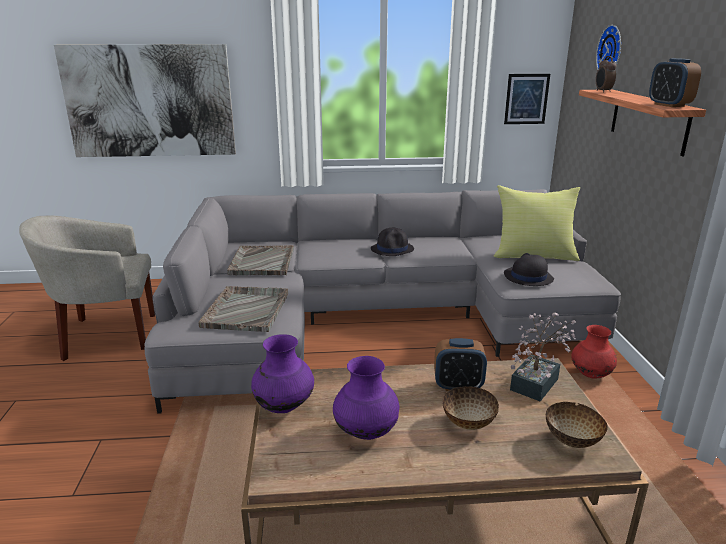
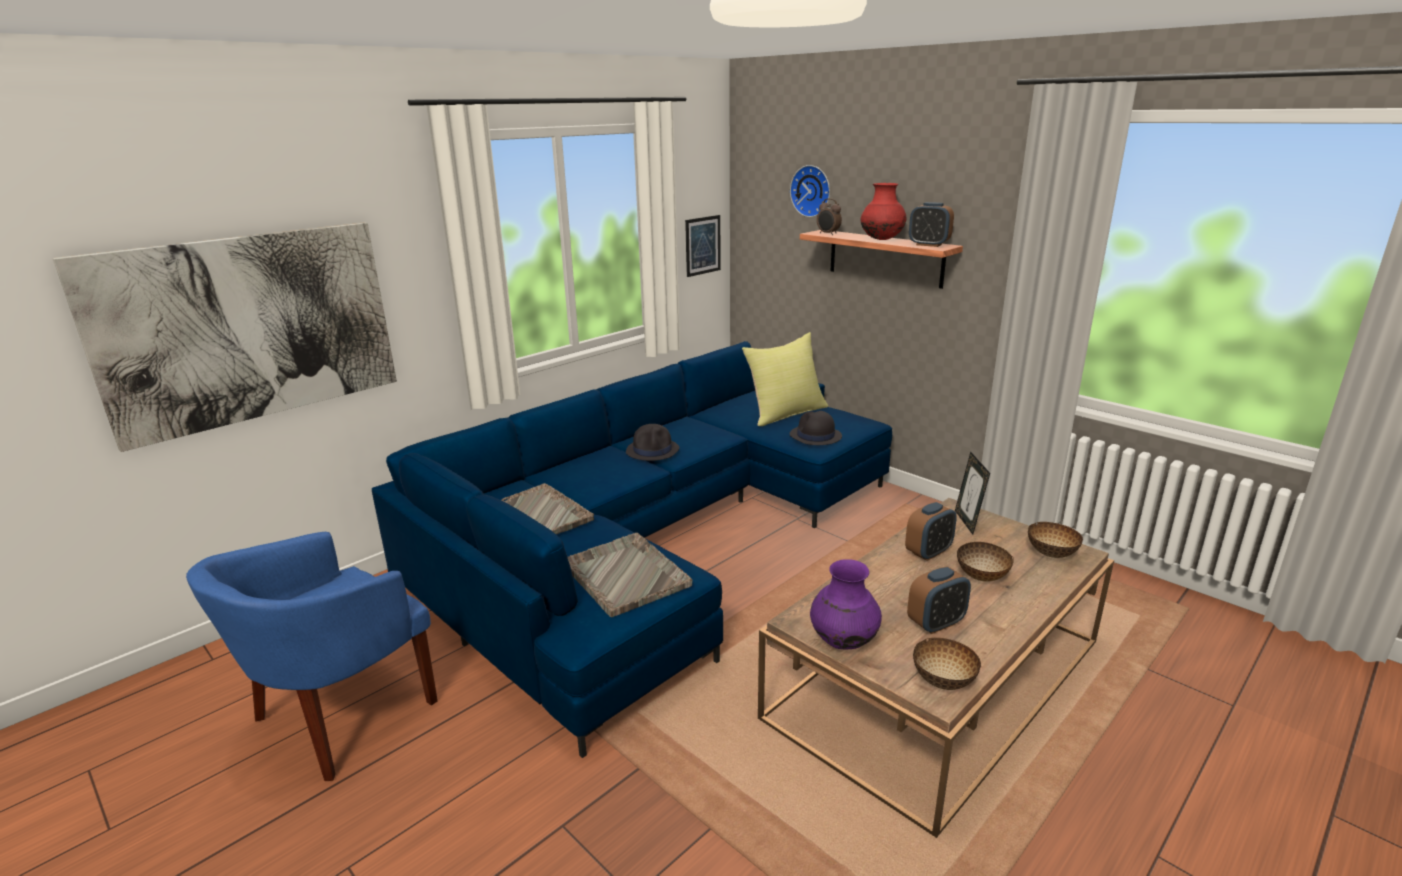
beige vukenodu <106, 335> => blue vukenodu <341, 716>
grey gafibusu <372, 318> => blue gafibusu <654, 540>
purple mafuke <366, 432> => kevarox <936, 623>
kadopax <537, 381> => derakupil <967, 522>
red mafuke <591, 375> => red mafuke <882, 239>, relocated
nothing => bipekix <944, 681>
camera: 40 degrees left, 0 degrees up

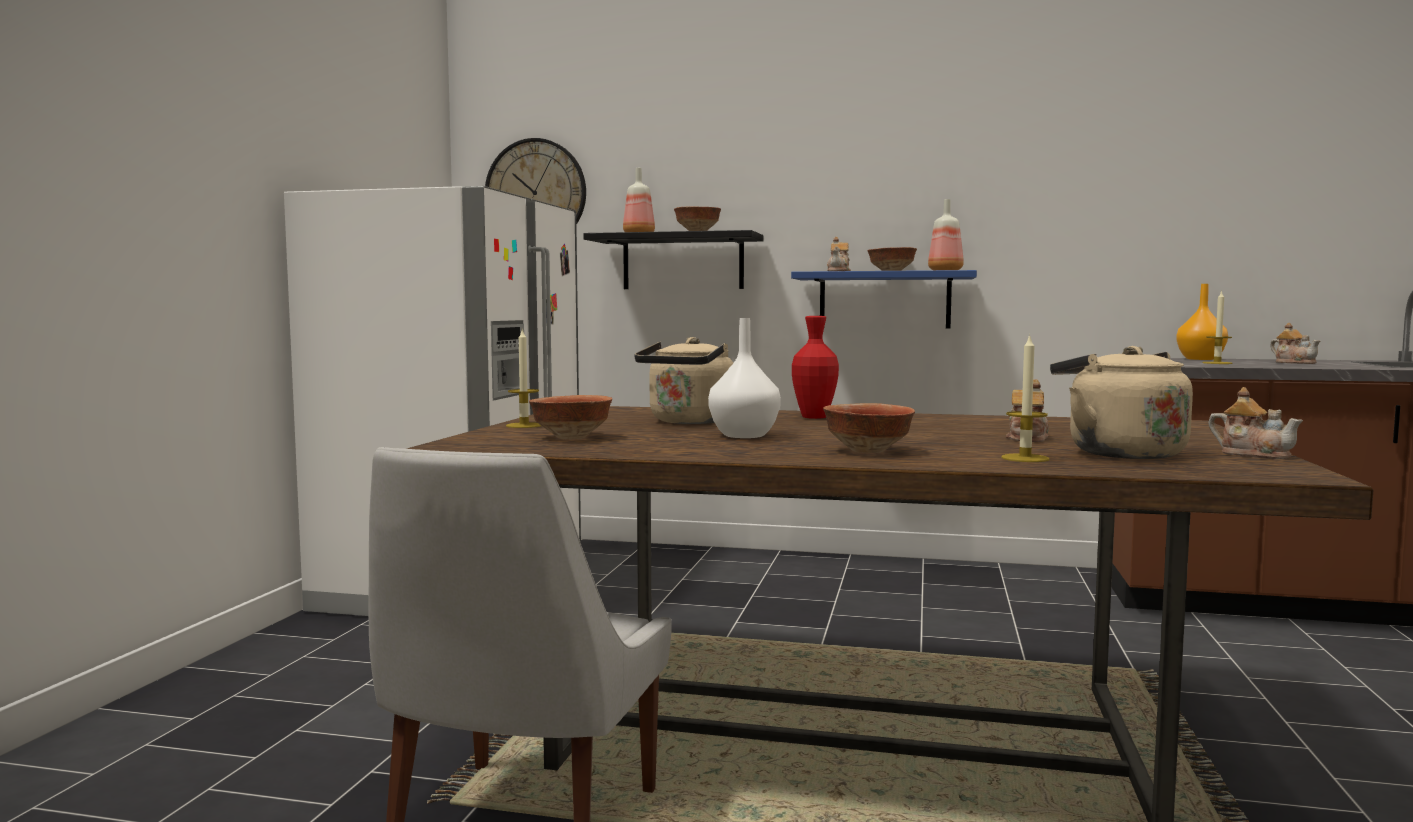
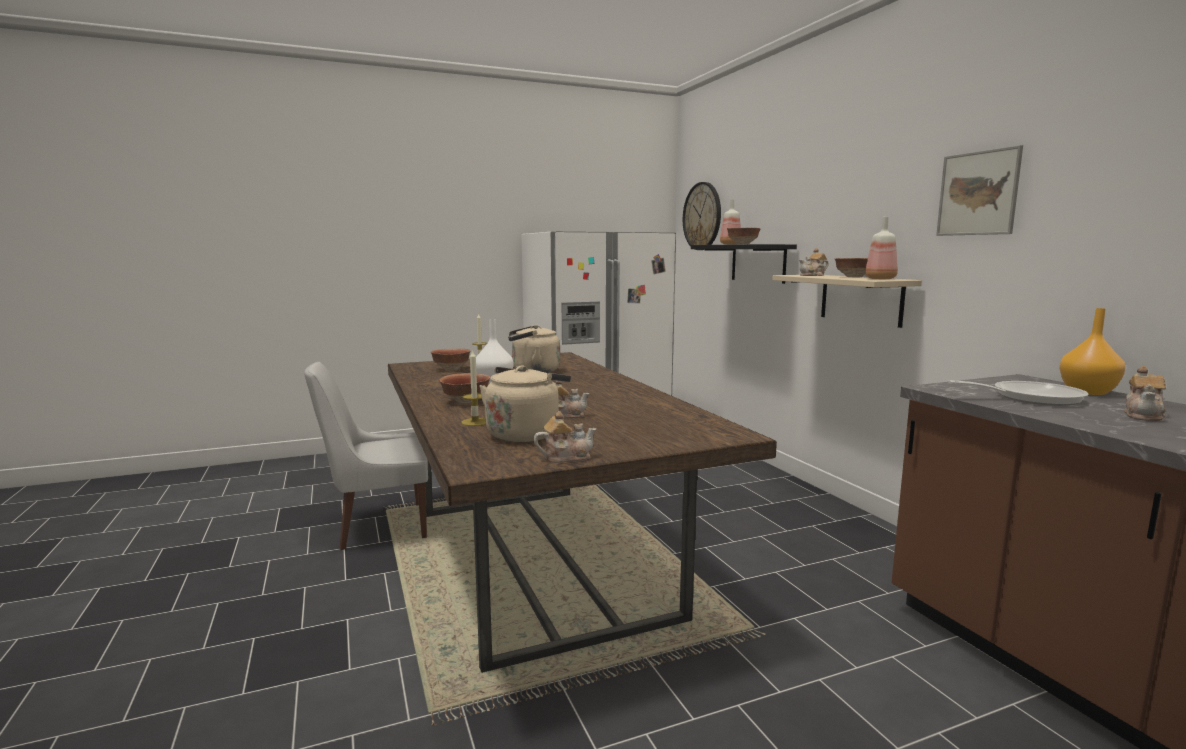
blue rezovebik <884, 300> => beige rezovebik <861, 299>
red mafuke <814, 417> => nothing
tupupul <1217, 363> => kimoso <1029, 398>
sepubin <1253, 454> => sepubin <565, 457>, 120 degrees counterclockwise
nothing => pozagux <978, 193>
camera: 55 degrees right, 5 degrees up

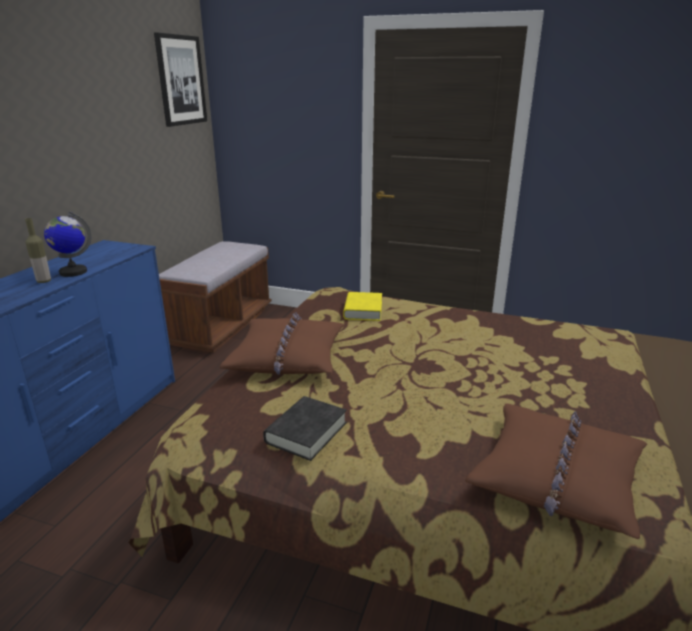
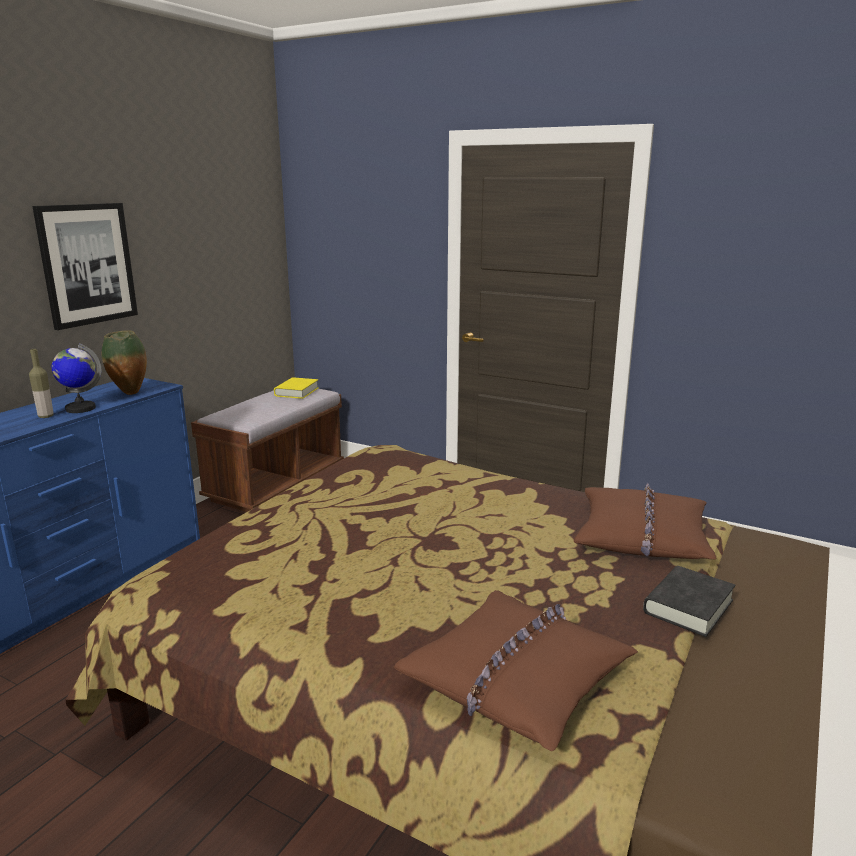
pozagux <181, 80> => pozagux <87, 264>, relocated
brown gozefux <287, 357> => brown gozefux <642, 536>, relocated
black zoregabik <306, 432> => black zoregabik <688, 606>, relocated
yellow zoregabik <363, 310> => yellow zoregabik <296, 392>, relocated
nothing => mafuke <130, 394>
camera: 10 degrees right, 5 degrees down

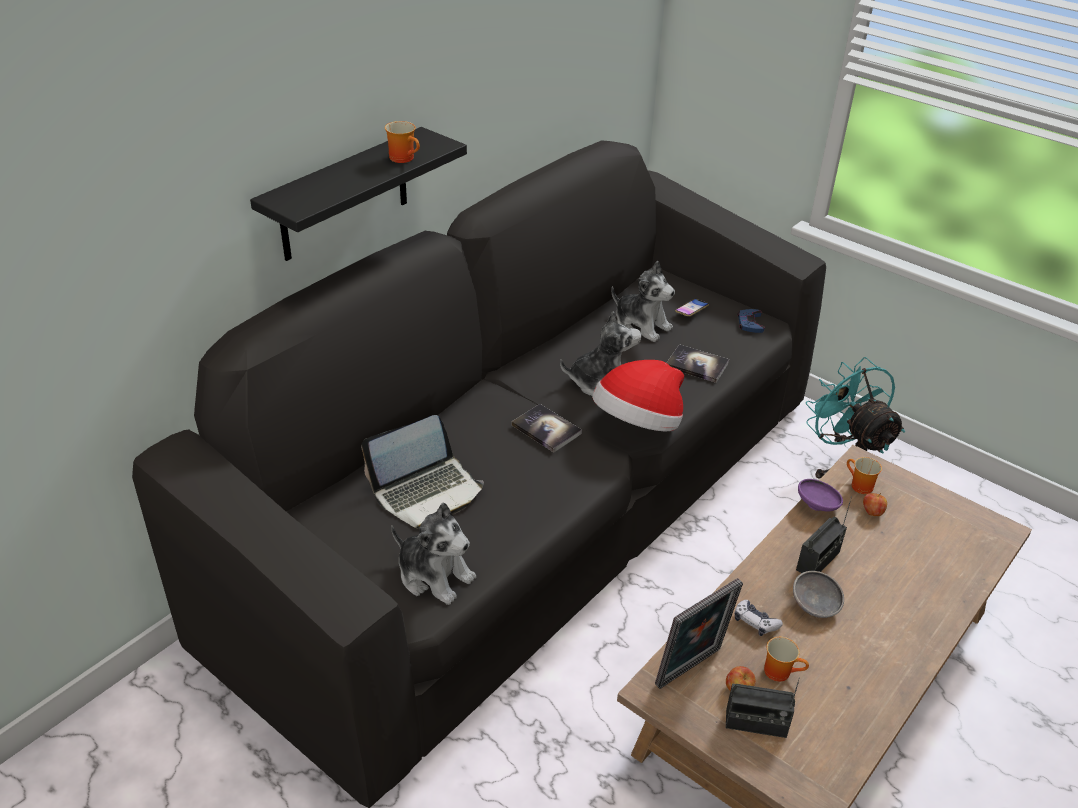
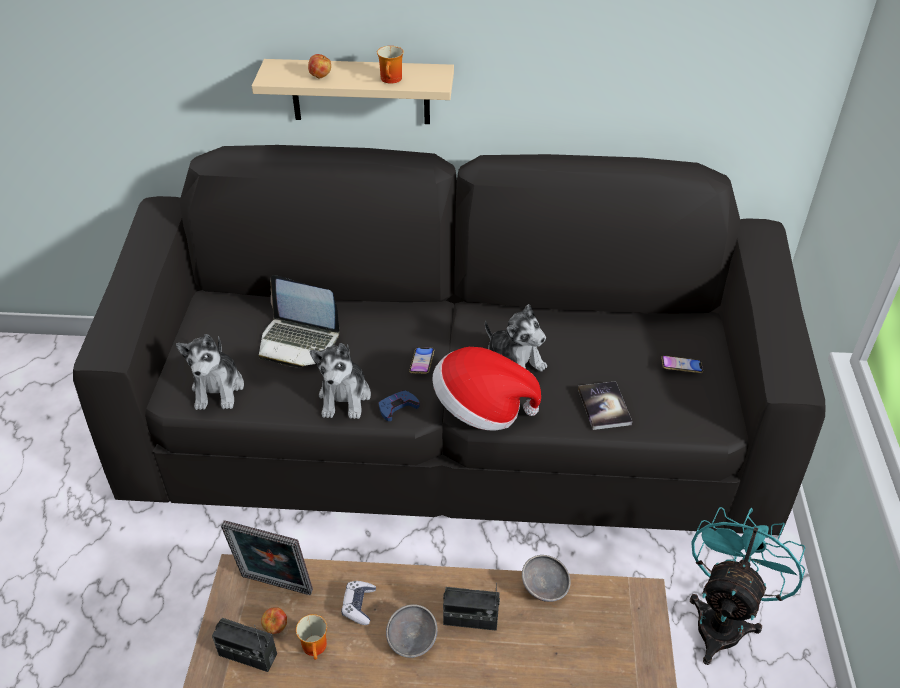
black rezovebik <344, 195> => beige rezovebik <360, 91>
zoregabik <546, 429> => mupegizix <422, 362>
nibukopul <641, 325> => nibukopul <345, 397>, relocated
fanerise <756, 724> => fanerise <247, 655>, 45 degrees counterclockwise
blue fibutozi <750, 323> => blue fibutozi <397, 407>, relocated
purple bipekix <817, 505> => grey bipekix <545, 588>
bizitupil <858, 486> => nothing
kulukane <872, 512> => kulukane <320, 76>, relocated
camera: 55 degrees right, 5 degrees up

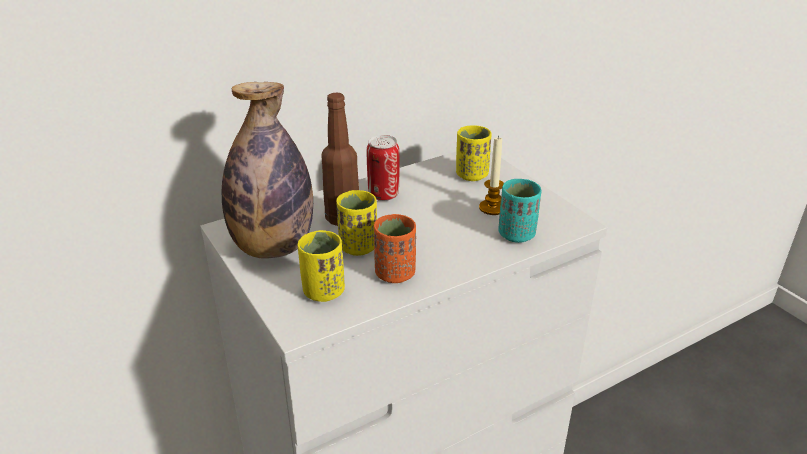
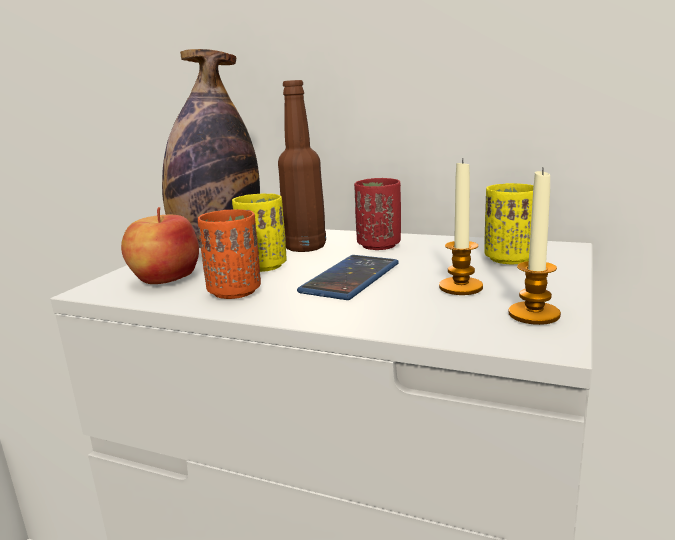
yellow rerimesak <323, 292> => kulukane <165, 279>
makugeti <383, 195> => red rerimesak <379, 245>
turquoise rerimesak <516, 234> => nothing
nothing => mupegizix <350, 278>
nothing => tupupul <534, 314>
camera: 55 degrees right, 15 degrees down

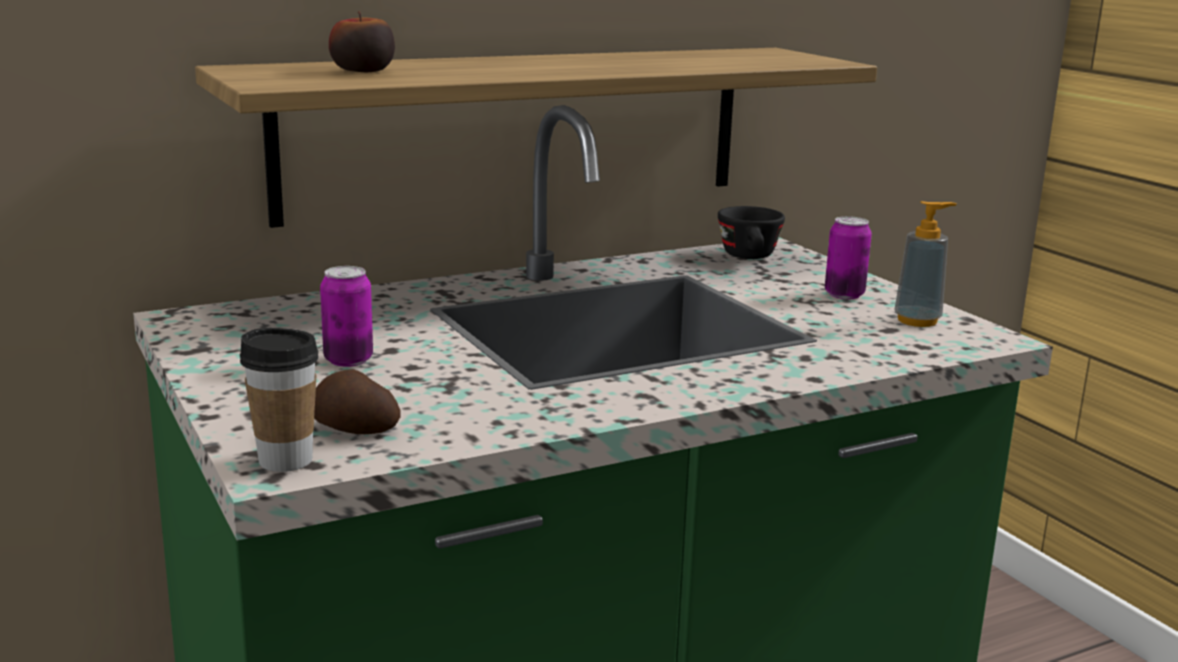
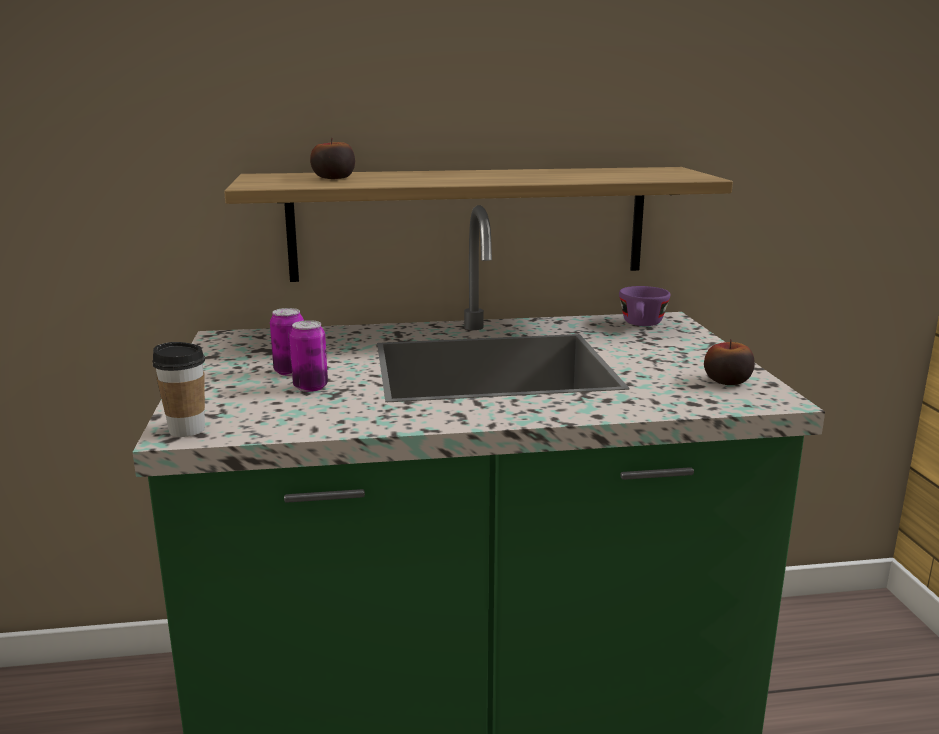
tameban <353, 430> => nothing
black rerimesak <751, 257> => purple rerimesak <642, 325>
makugeti <844, 295> => makugeti <310, 387>, relocated
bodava <917, 321> => kulukane <727, 381>
camera: 20 degrees right, 0 degrees up

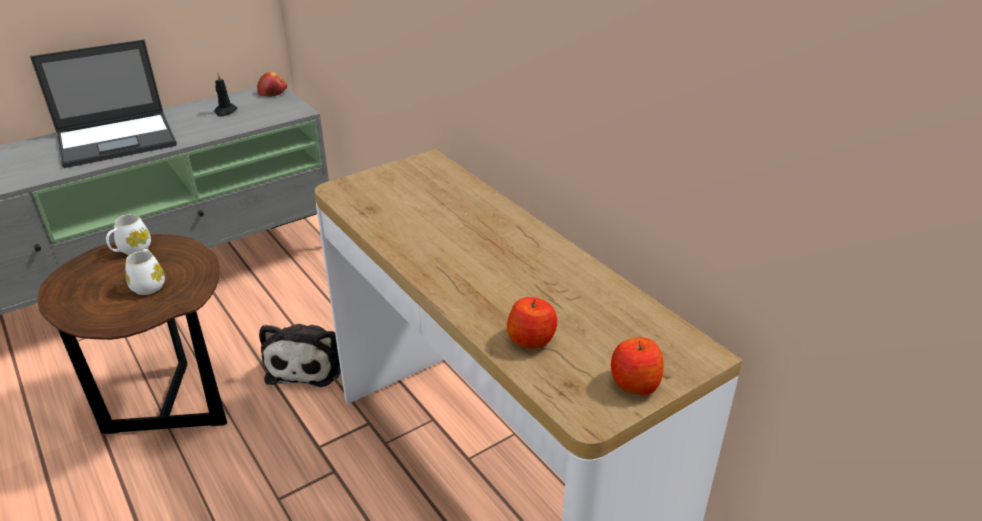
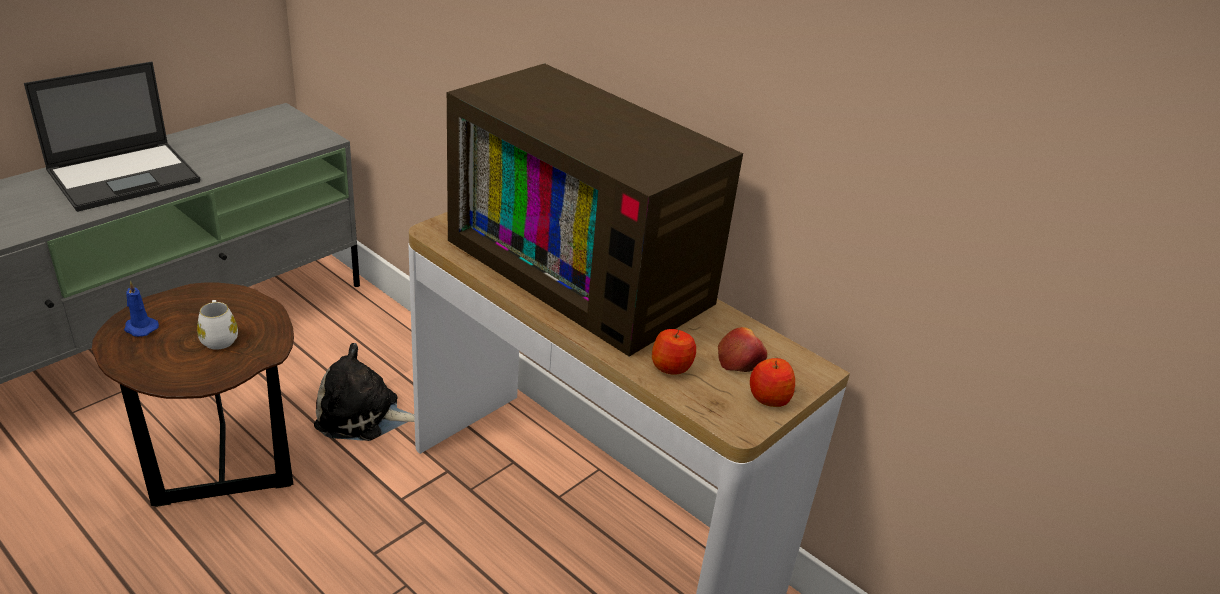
white bizitupil <131, 250> => nothing
black tupupul <225, 111> => nothing
kulukane <273, 92> => kulukane <740, 359>, relocated
nibukopul <307, 363> => nibukopul <362, 415>, 105 degrees clockwise
nothing => blue tupupul <140, 328>
nothing => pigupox <586, 270>
camera: 15 degrees left, 0 degrees up

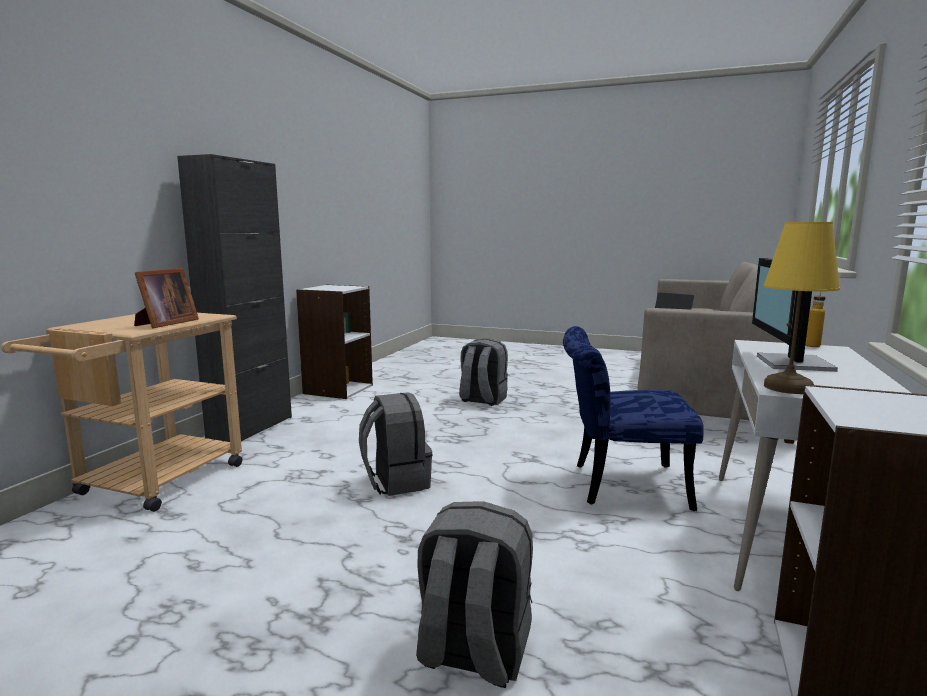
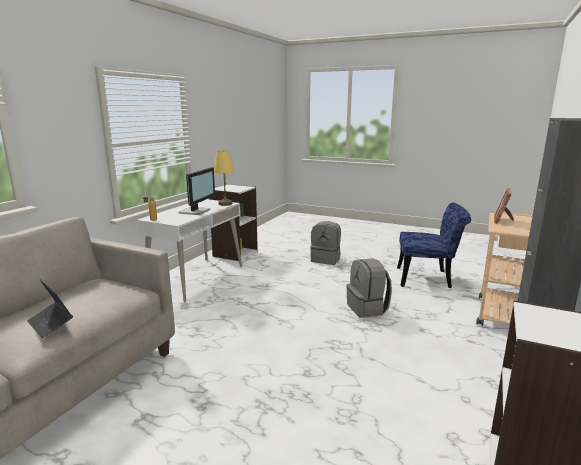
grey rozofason <482, 400> => nothing
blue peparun <618, 485> => blue peparun <429, 279>, relocated
camera: 175 degrees left, 5 degrees up

